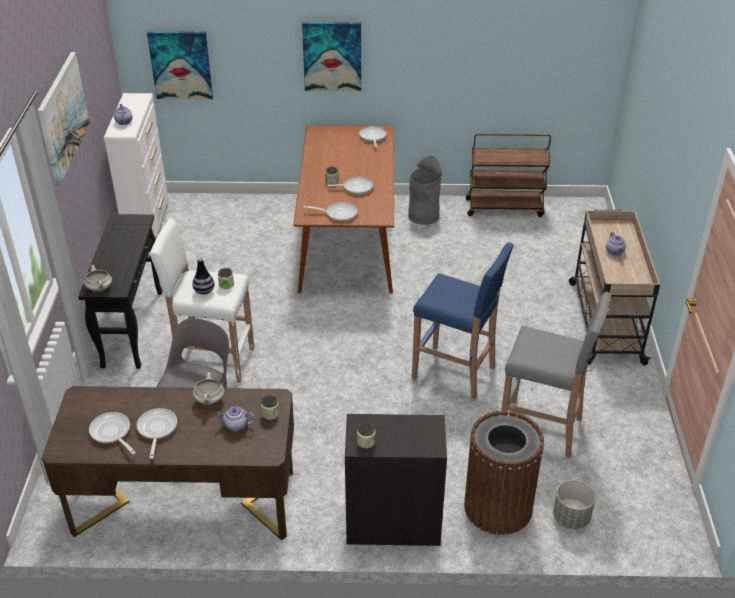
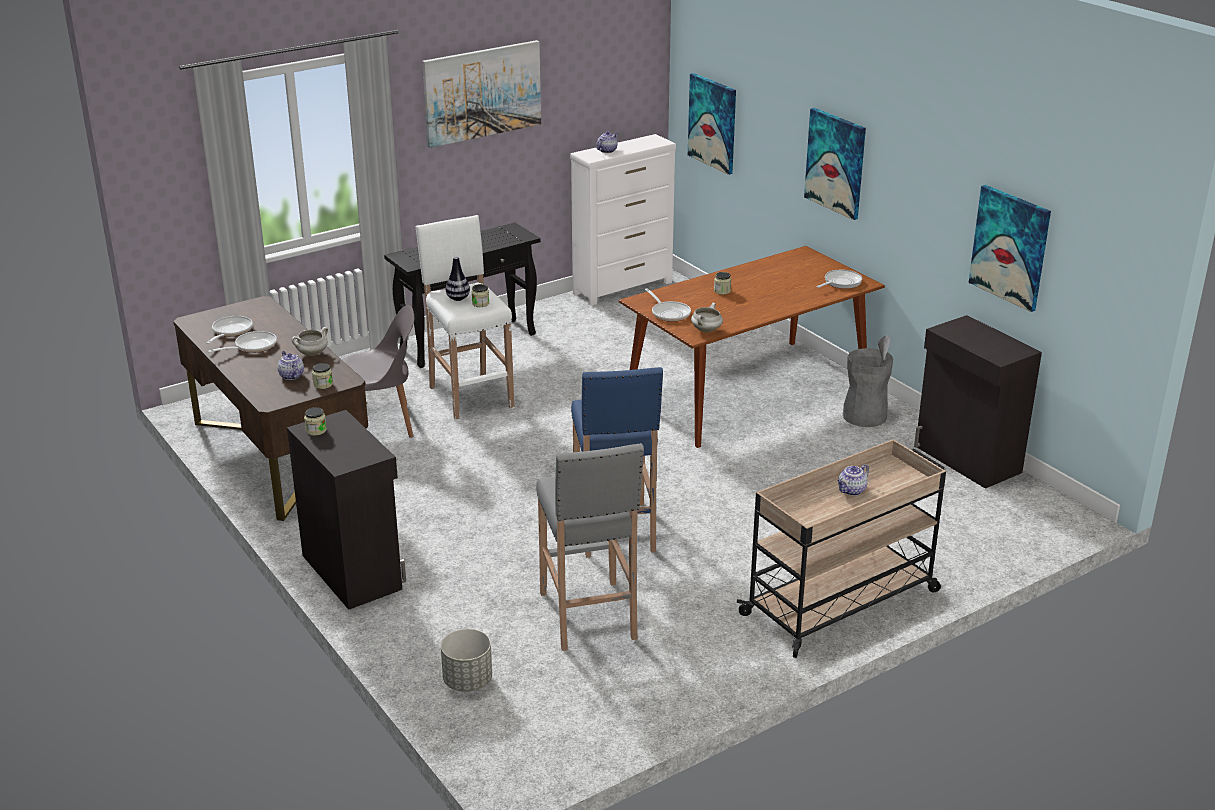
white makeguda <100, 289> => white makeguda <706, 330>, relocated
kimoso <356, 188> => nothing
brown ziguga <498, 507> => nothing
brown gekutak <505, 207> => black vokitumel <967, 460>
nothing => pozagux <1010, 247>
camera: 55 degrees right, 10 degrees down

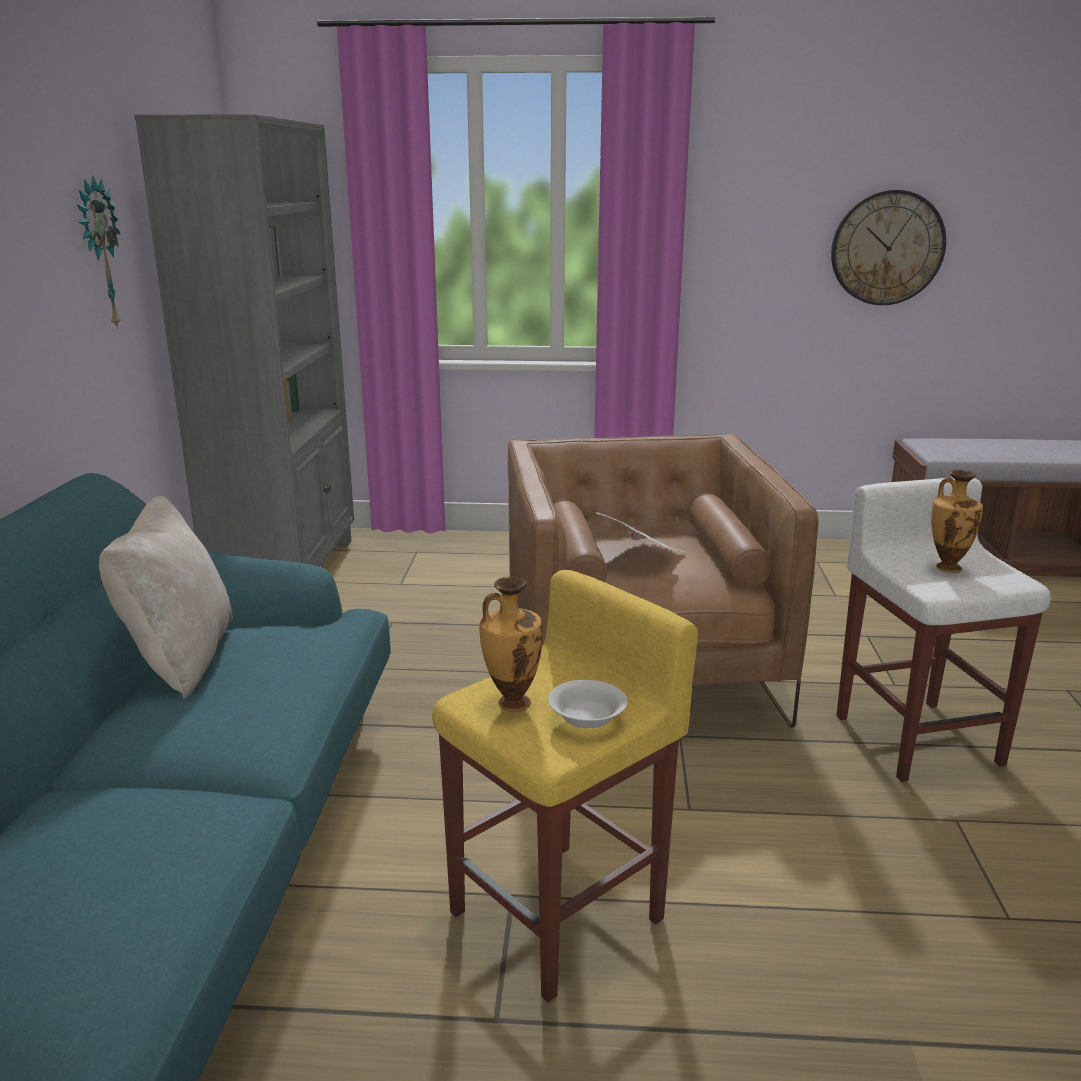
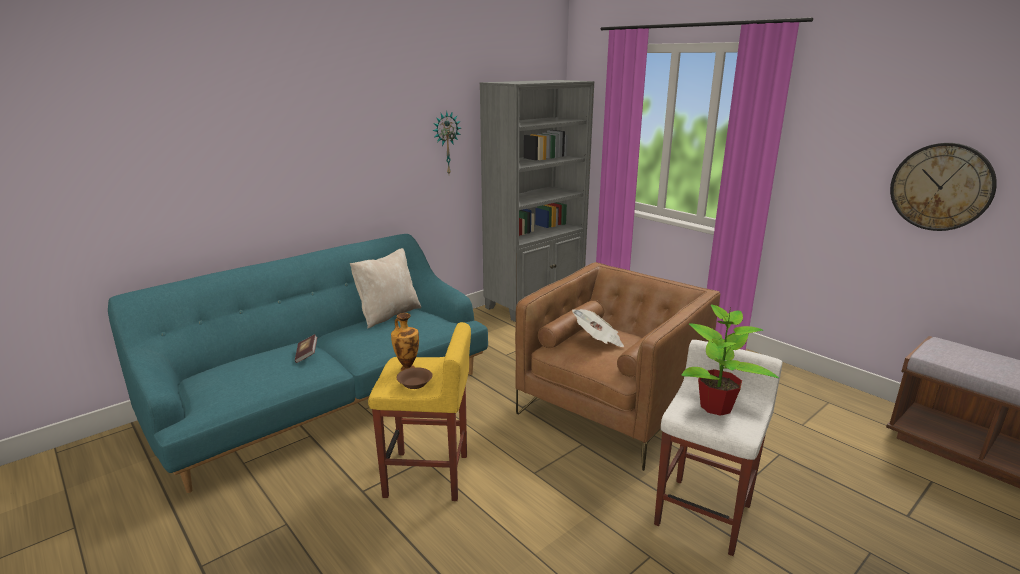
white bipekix <586, 718> => brown bipekix <414, 384>
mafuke <947, 567> => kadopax <716, 407>
nothing => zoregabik <307, 355>
camera: 45 degrees right, 0 degrees up

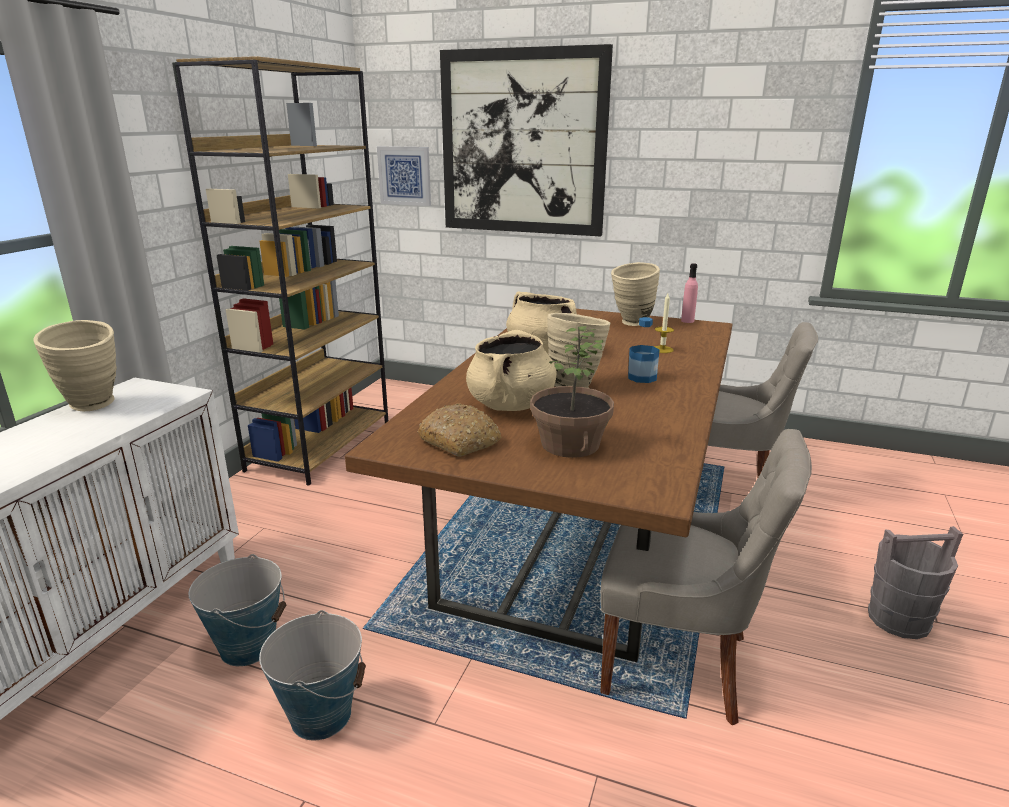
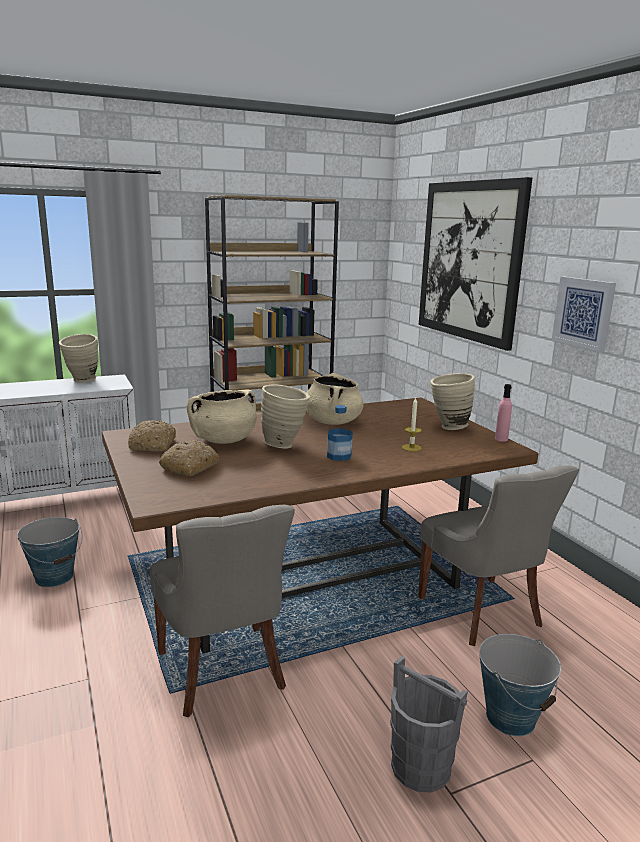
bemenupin <248, 646> => bemenupin <511, 717>, relocated
pozagux <405, 176> => pozagux <583, 312>, relocated
kadopax <569, 444> => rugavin <190, 466>
camera: 45 degrees right, 5 degrees down

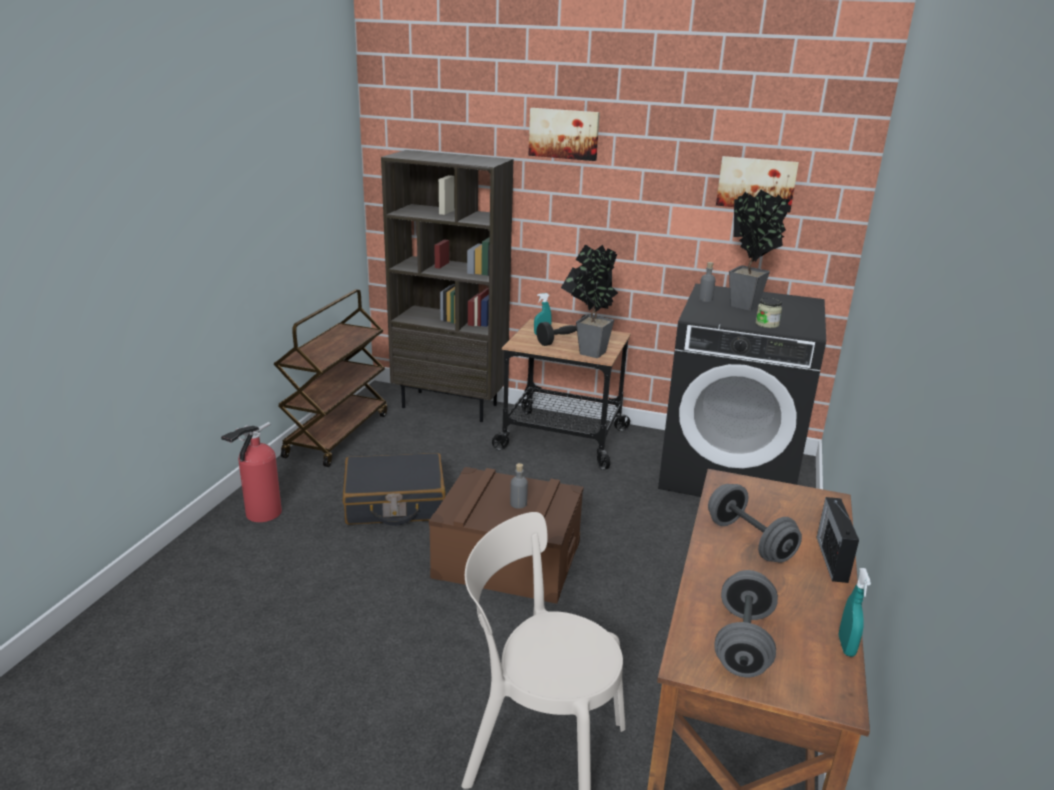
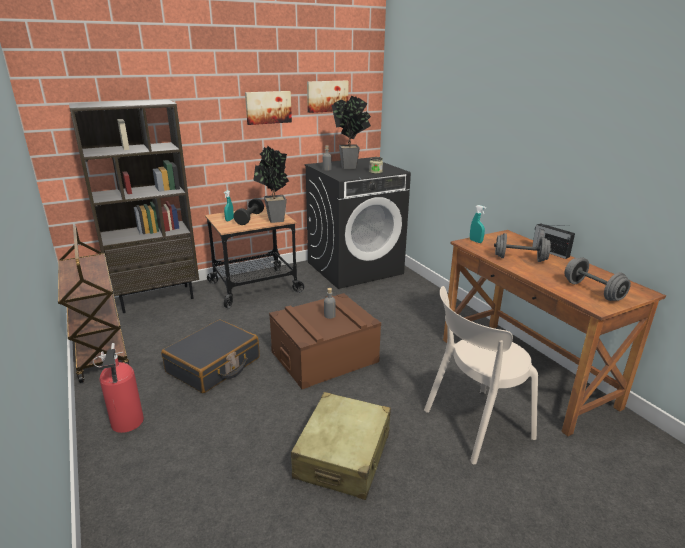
pozagux <564, 133> => pozagux <268, 107>, relocated
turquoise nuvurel <846, 646> => turquoise nuvurel <475, 241>, relocated
nothing => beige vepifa <343, 455>
camera: 45 degrees left, 0 degrees up

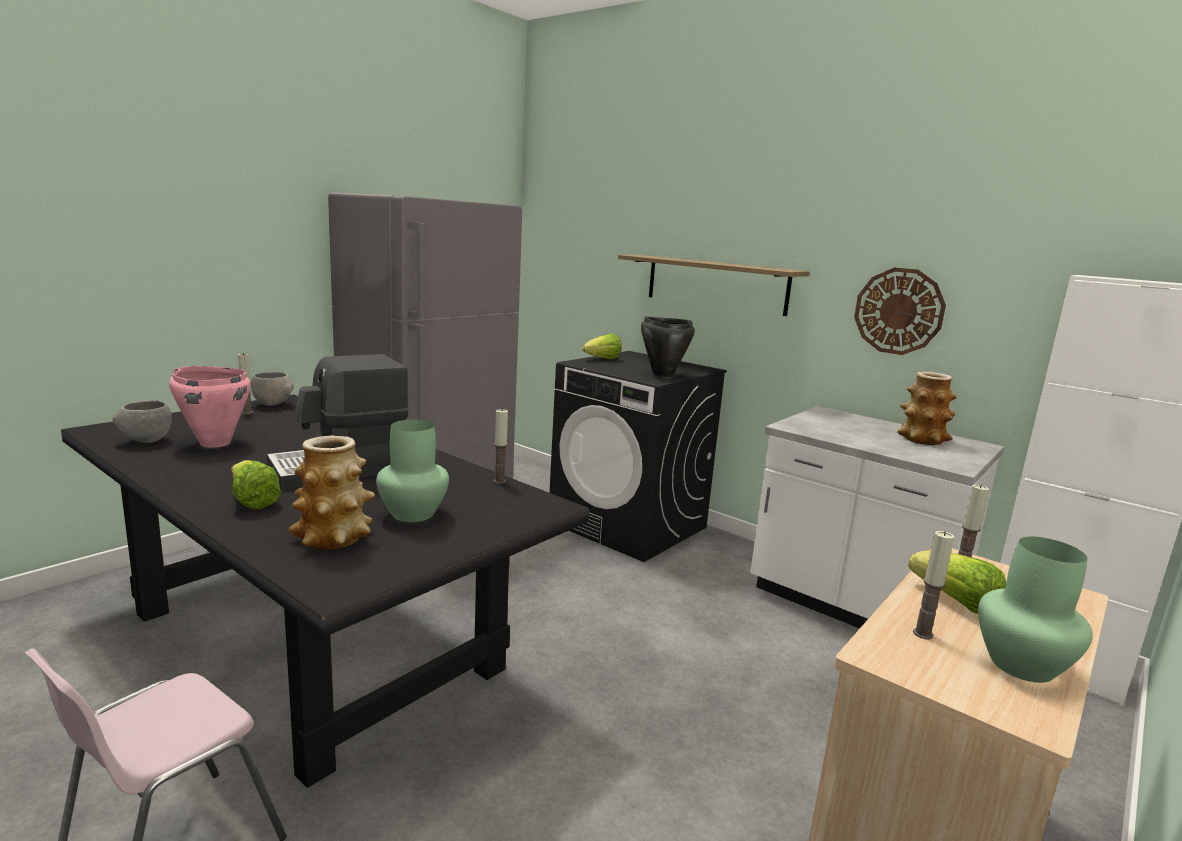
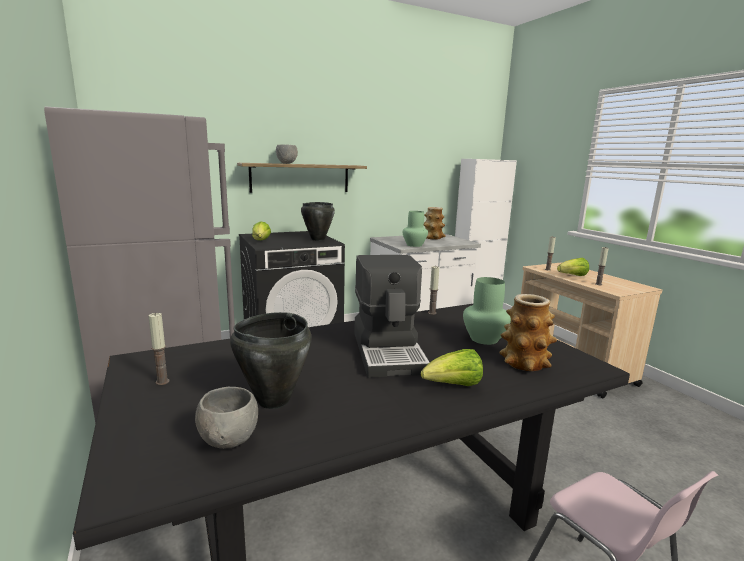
pink makeguda <215, 443> => black makeguda <273, 400>
grey bipekix <273, 405> => grey bipekix <287, 163>, relocated
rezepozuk <898, 311> => nothing
green mafuke <1022, 666> => green mafuke <414, 245>, relocated
camera: 65 degrees left, 0 degrees up

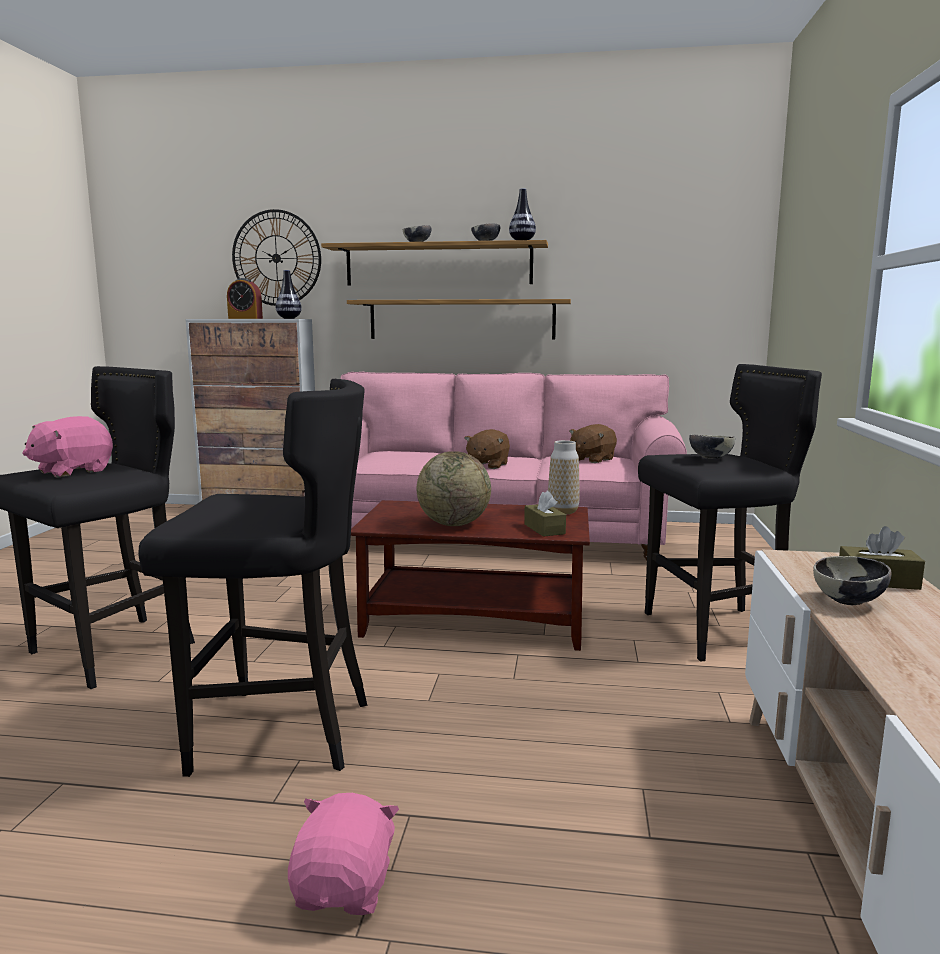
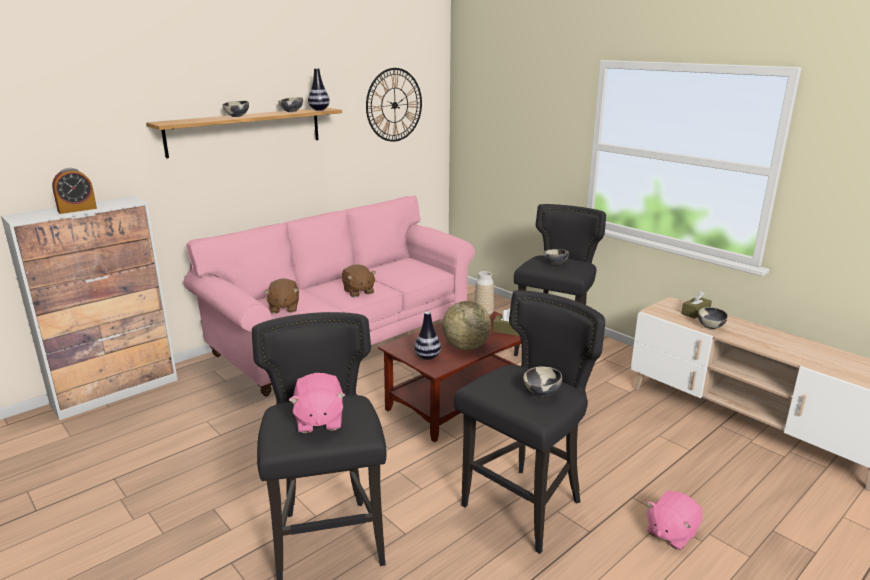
rezepozuk <276, 258> => rezepozuk <394, 105>, relocated
mafuke <289, 318> => mafuke <427, 357>, relocated
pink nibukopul <345, 888> => pink nibukopul <671, 533>, 90 degrees counterclockwise
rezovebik <461, 319> => nothing
brown nibukopul <592, 459> => brown nibukopul <283, 308>, relocated
nothing => bipekix <542, 393>
camera: 50 degrees left, 10 degrees up

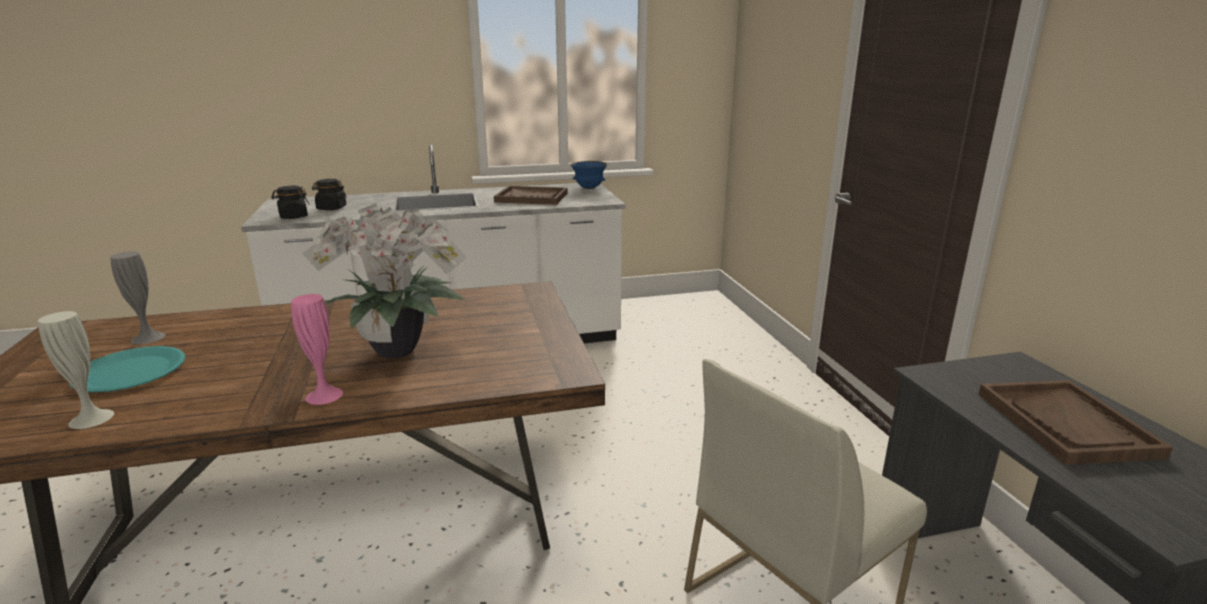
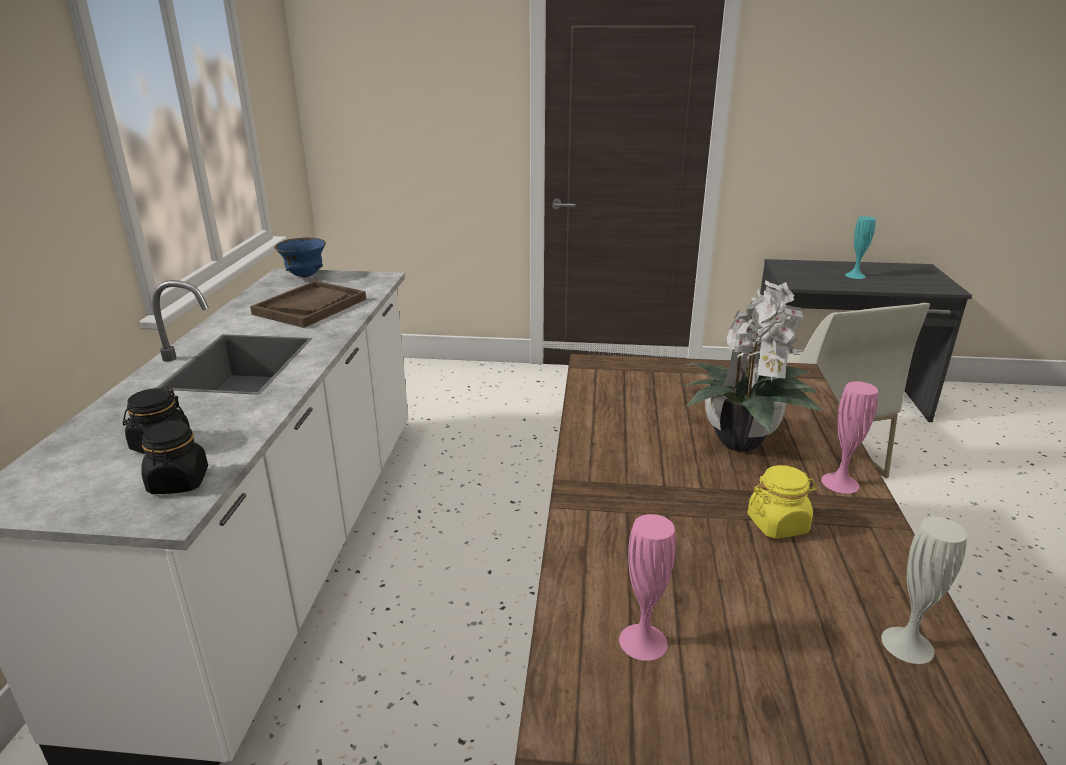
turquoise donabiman <130, 372> => nothing
grey mafuke <148, 338> => pink mafuke <643, 641>
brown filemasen <1066, 424> => turquoise mafuke <855, 275>
nothing => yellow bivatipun <777, 524>
camera: 70 degrees left, 5 degrees up

